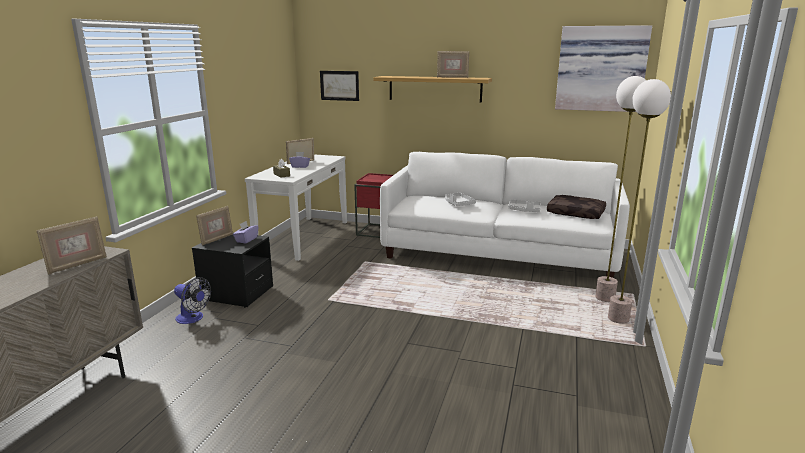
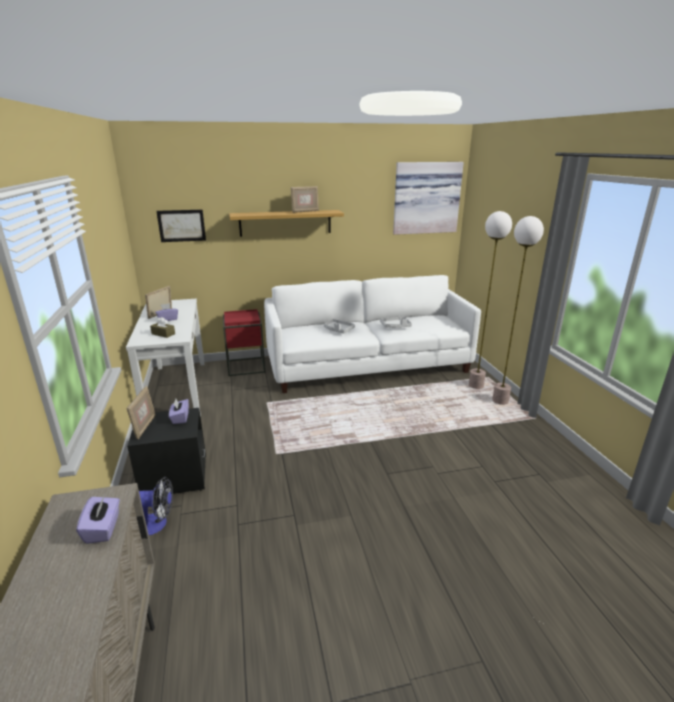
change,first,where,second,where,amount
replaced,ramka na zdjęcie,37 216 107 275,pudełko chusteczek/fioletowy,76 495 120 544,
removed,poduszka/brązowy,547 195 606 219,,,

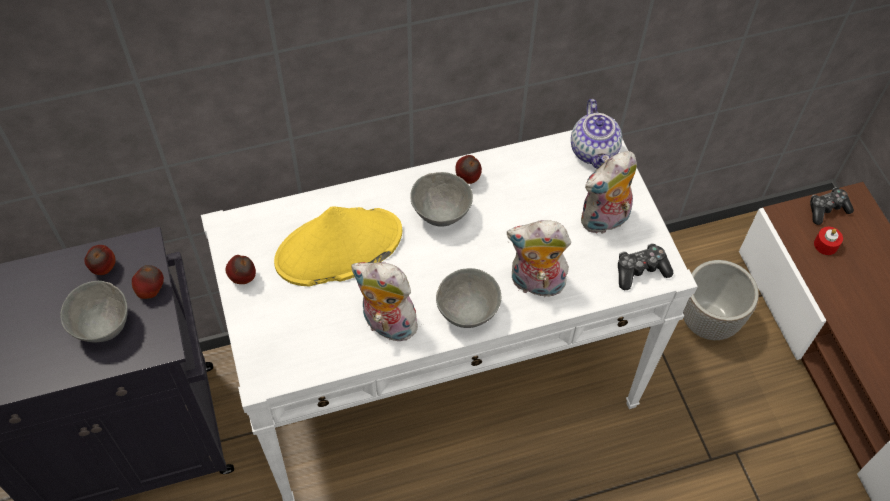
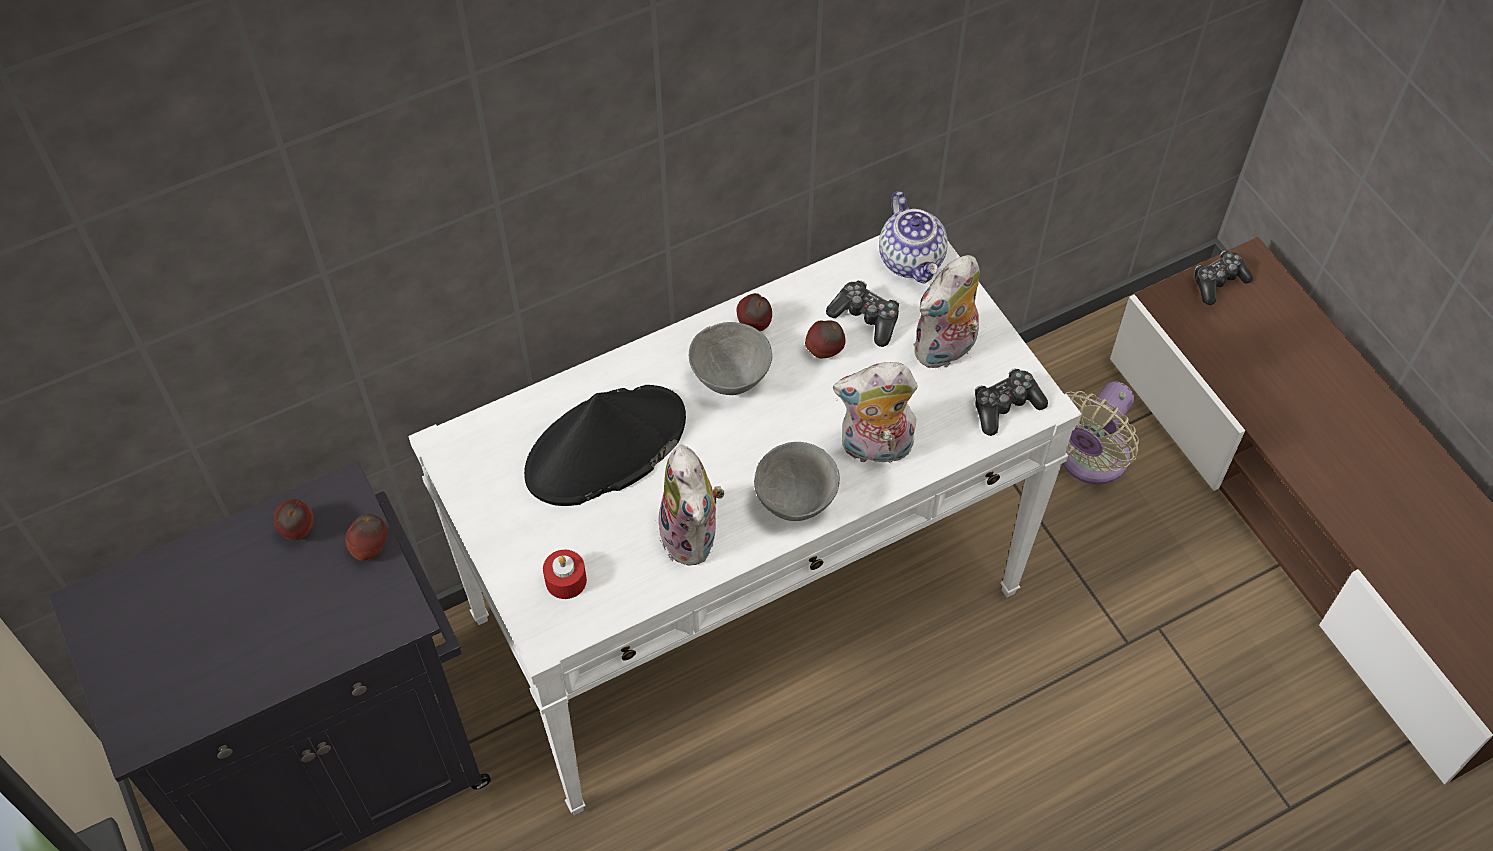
change,first,where,second,where,amount
recoloured,kapelusz/żółty,274 206 402 287,kapelusz/czarny,524 385 686 506,
moved,świeca/czerwony,814 227 843 255,,543 550 587 599,
turned,pluszak,352 262 418 341,,658 444 725 566,120 degrees counterclockwise
moved,jabłko,225 255 256 284,,805 320 845 358,
added,,,pad do gier,826 280 899 347,
replaced,donica,683 260 759 340,wentylator/beżowy,1062 381 1139 485,
removed,miska/szary,61 281 128 342,,,

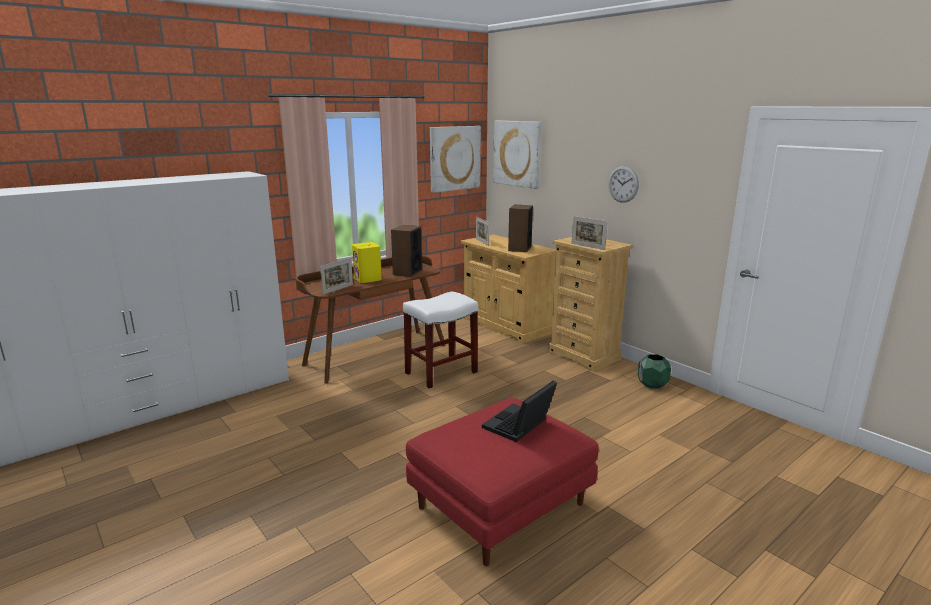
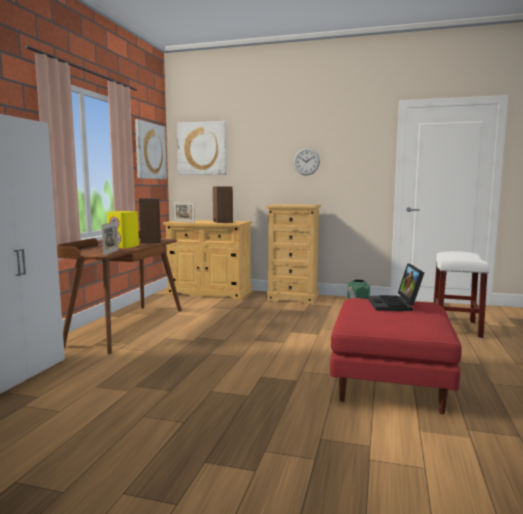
change,first,where,second,where,amount
moved,stołek/biały,403 292 478 389,,434 251 489 339,
removed,ramka na zdjęcie,572 216 608 250,,,

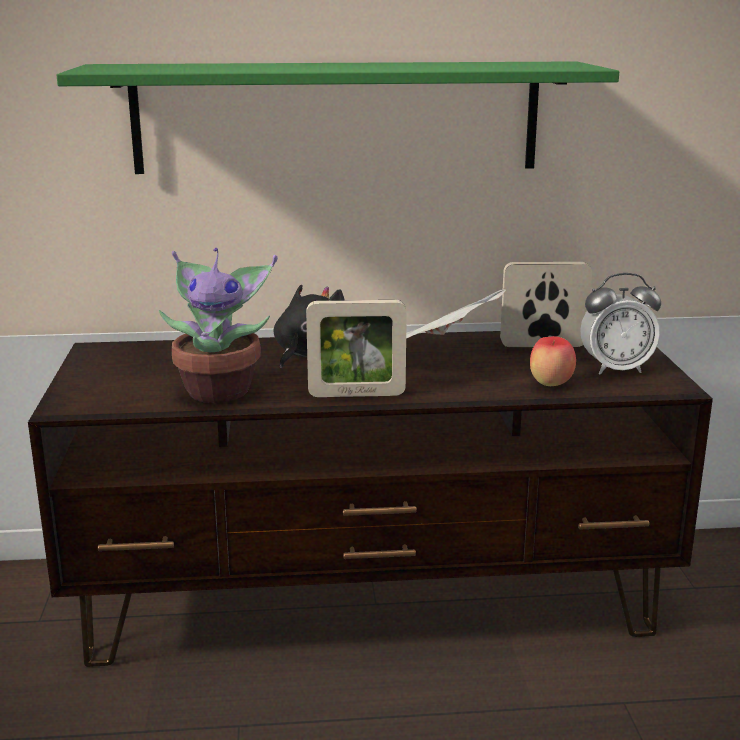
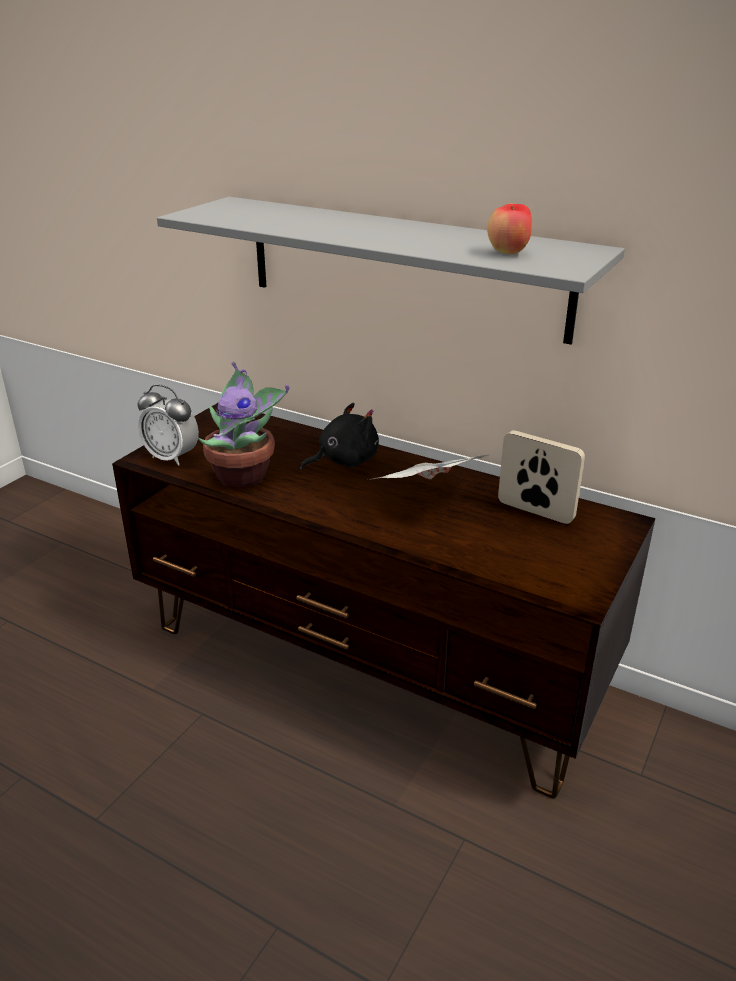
change,first,where,second,where,amount
moved,budzik,580 273 661 374,,137 384 199 466,
recoloured,półka/zielony,57 61 619 174,półka/szary,157 197 625 345,
moved,jabłko,530 336 576 386,,487 204 532 254,
removed,ramka na zdjęcie,306 300 407 397,,,

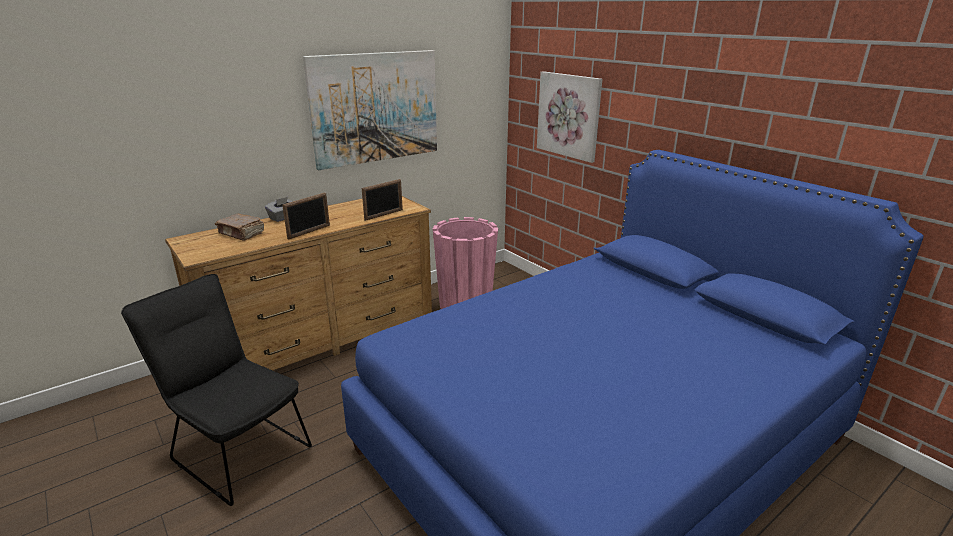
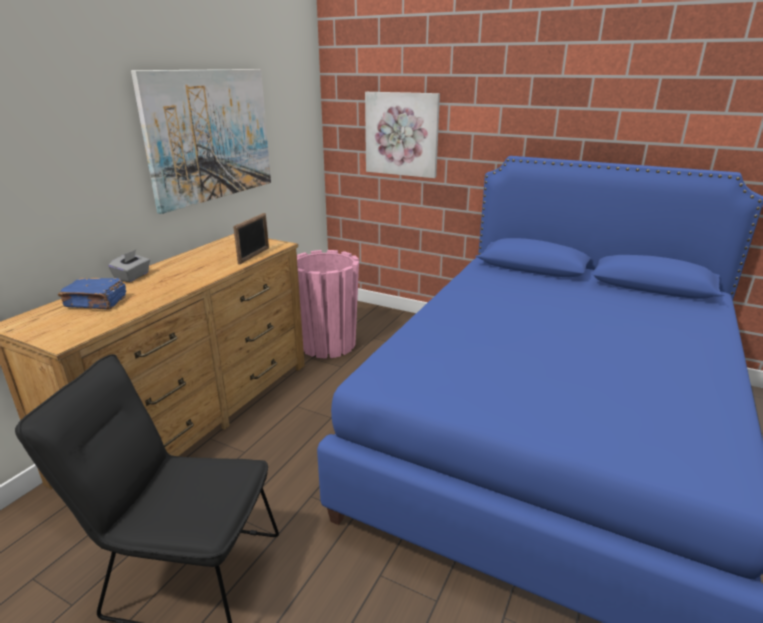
change,first,where,second,where,amount
recoloured,książka/brązowy,215 214 264 241,książka/niebieski,58 278 126 309,
removed,ramka na zdjęcie,282 193 330 240,,,

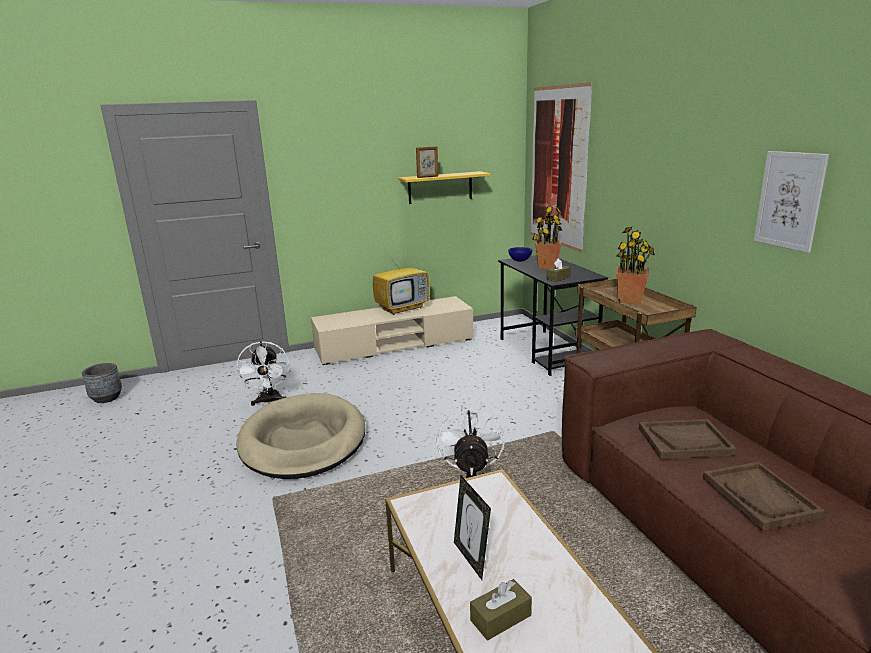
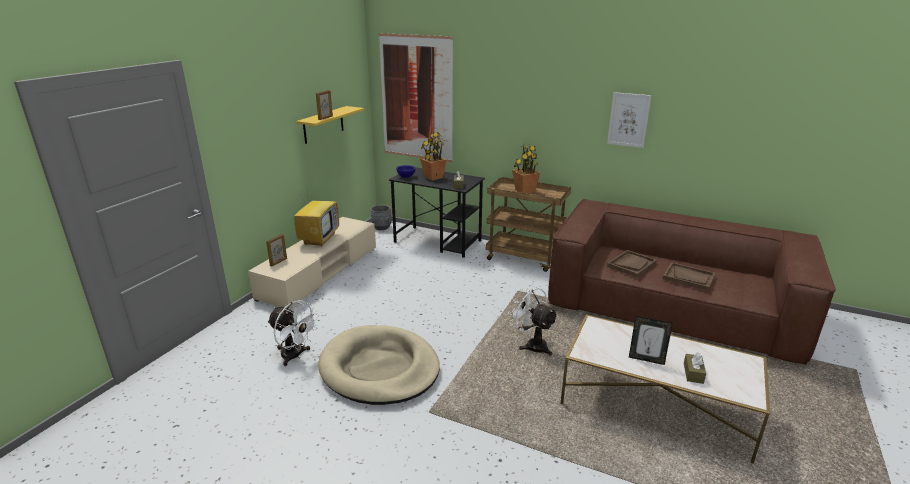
change,first,where,second,where,amount
added,,,ramka na zdjęcie,266 234 287 266,
moved,donica/szary,82 363 122 403,,371 205 392 230,

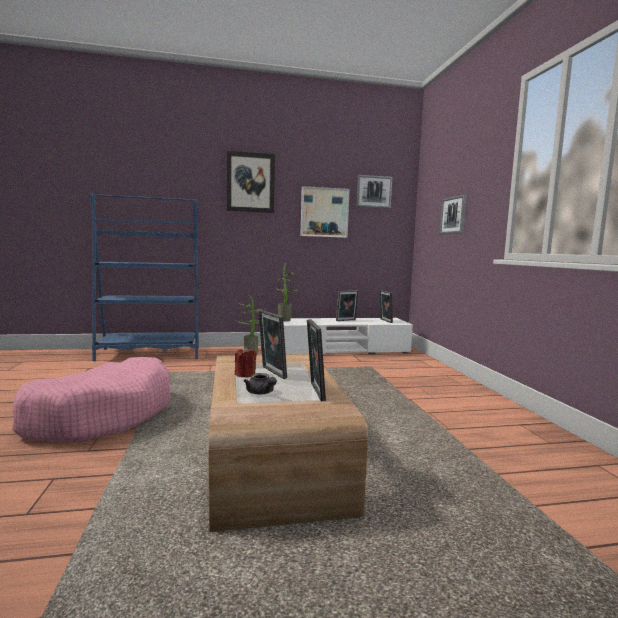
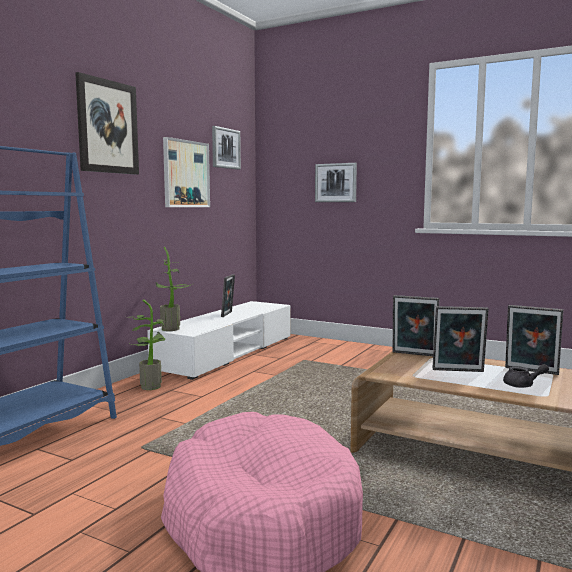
change,first,where,second,where,amount
moved,ramka na zdjęcie,380 290 393 323,,393 295 439 356,
removed,świeca/czerwony,235 347 256 378,,,

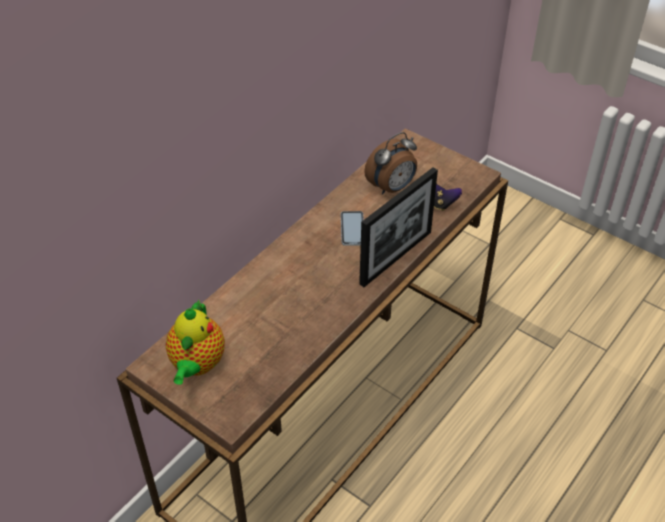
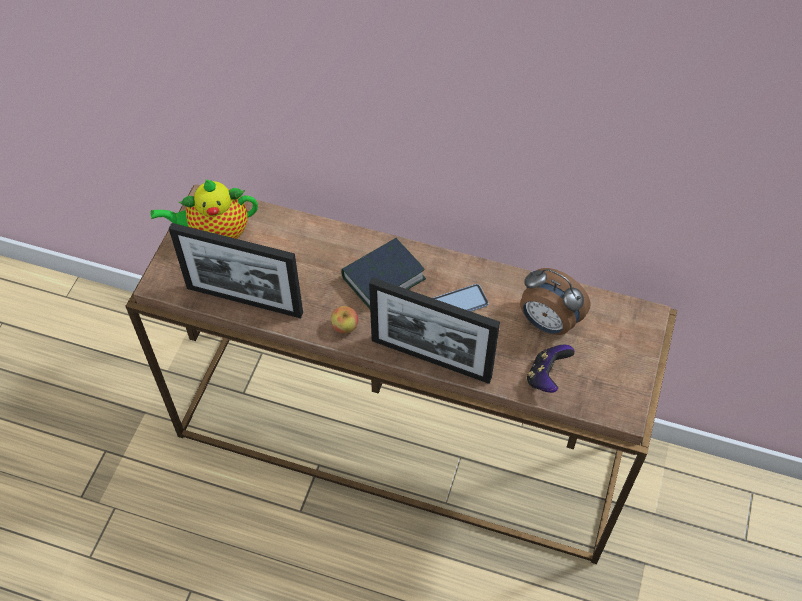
change,first,where,second,where,amount
added,,,ramka na zdjęcie,169 223 303 318,
added,,,jabłko,331 306 358 334,
added,,,książka,341 238 426 309,

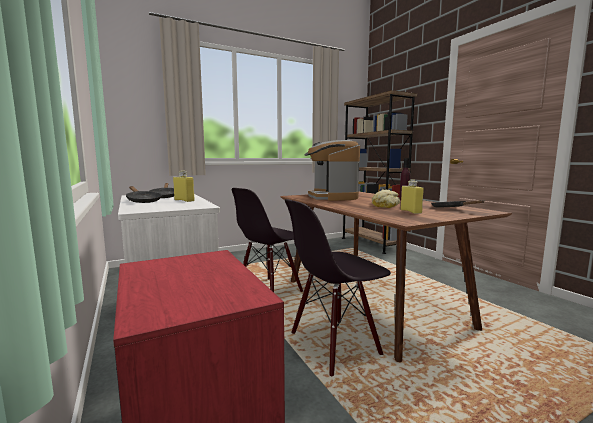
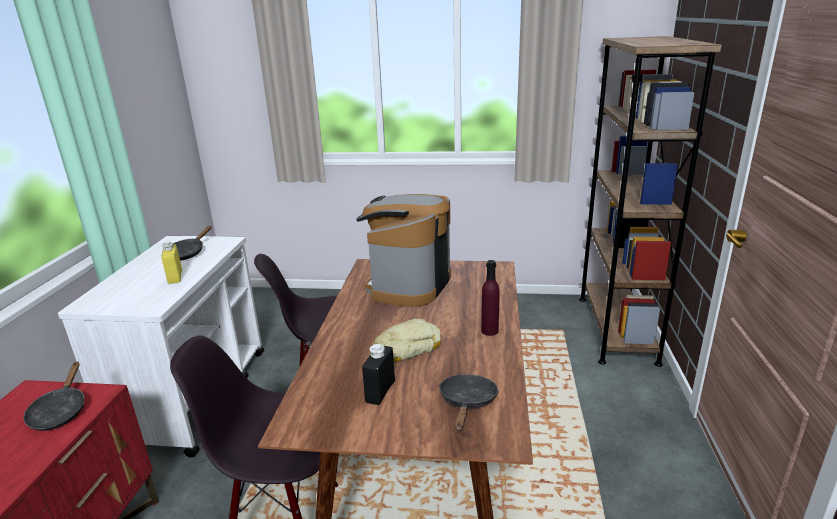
change,first,where,second,where,amount
moved,patelnia/czarny,126 186 161 203,,23 361 84 431,
recoloured,butelka/żółty,401 180 424 214,butelka/czarny,362 344 395 405,

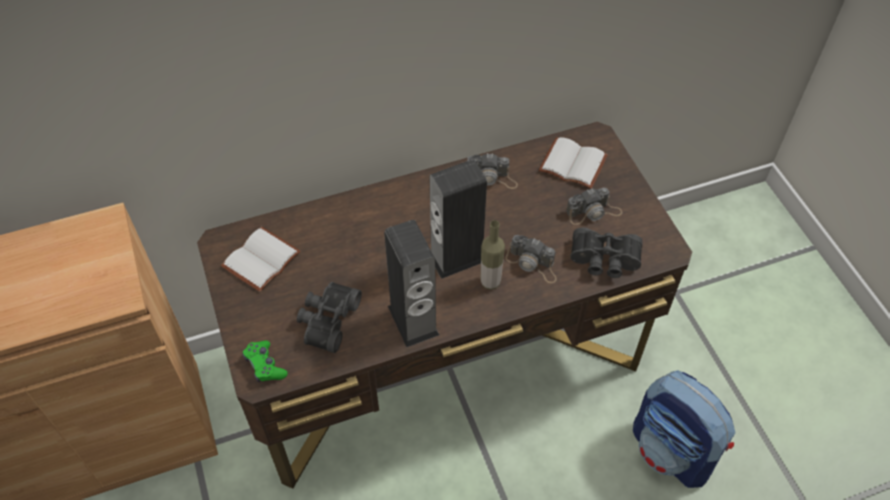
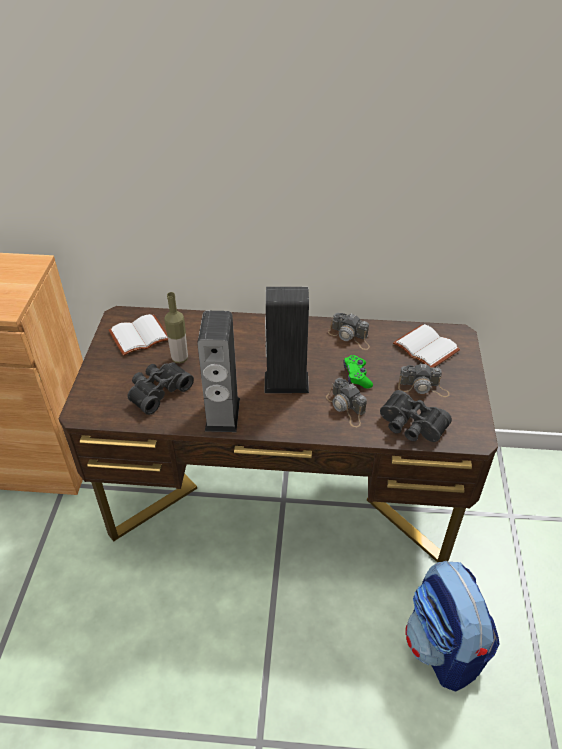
change,first,where,second,where,amount
moved,butelka,481 220 505 290,,164 292 188 363,
moved,pad do gier/zielony,242 341 288 382,,344 355 373 389,

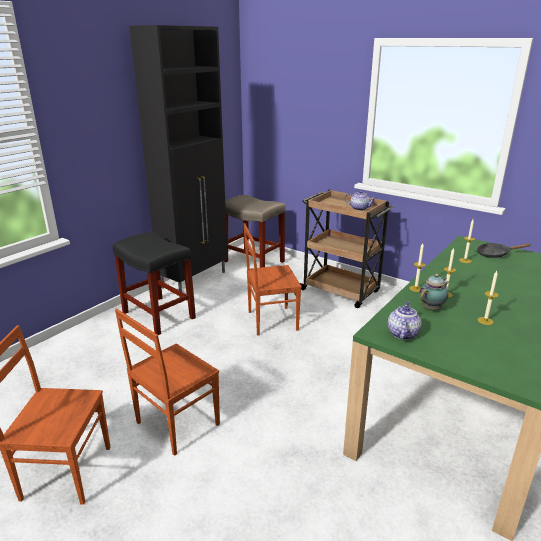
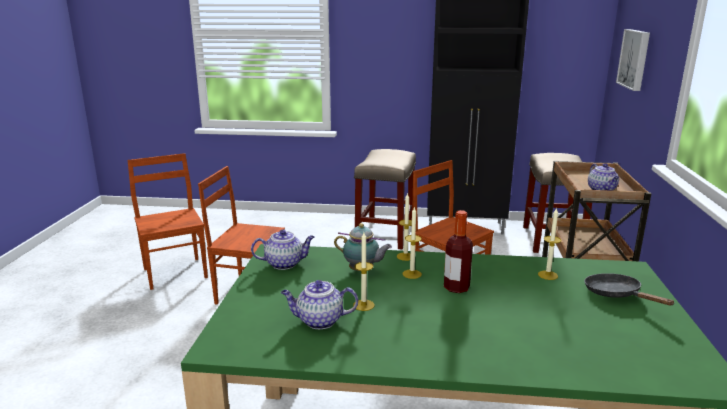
change,first,where,second,where,amount
added,,,imbryk,281 280 358 329,
recoloured,stołek/czarny,113 232 196 335,stołek/beżowy,354 149 416 249,
added,,,butelka,444 210 473 293,
added,,,obraz,616 29 650 91,

